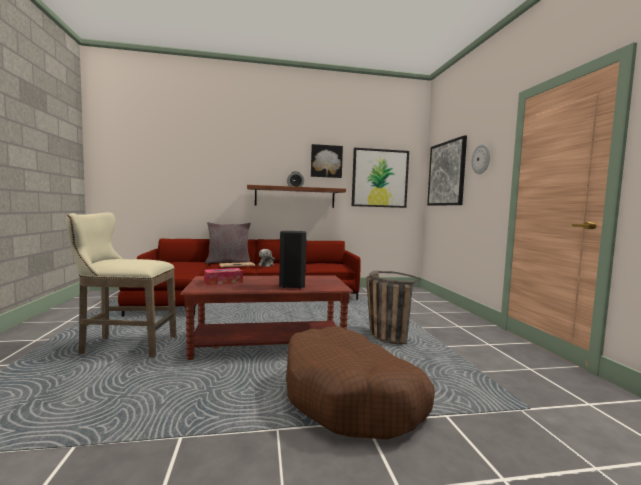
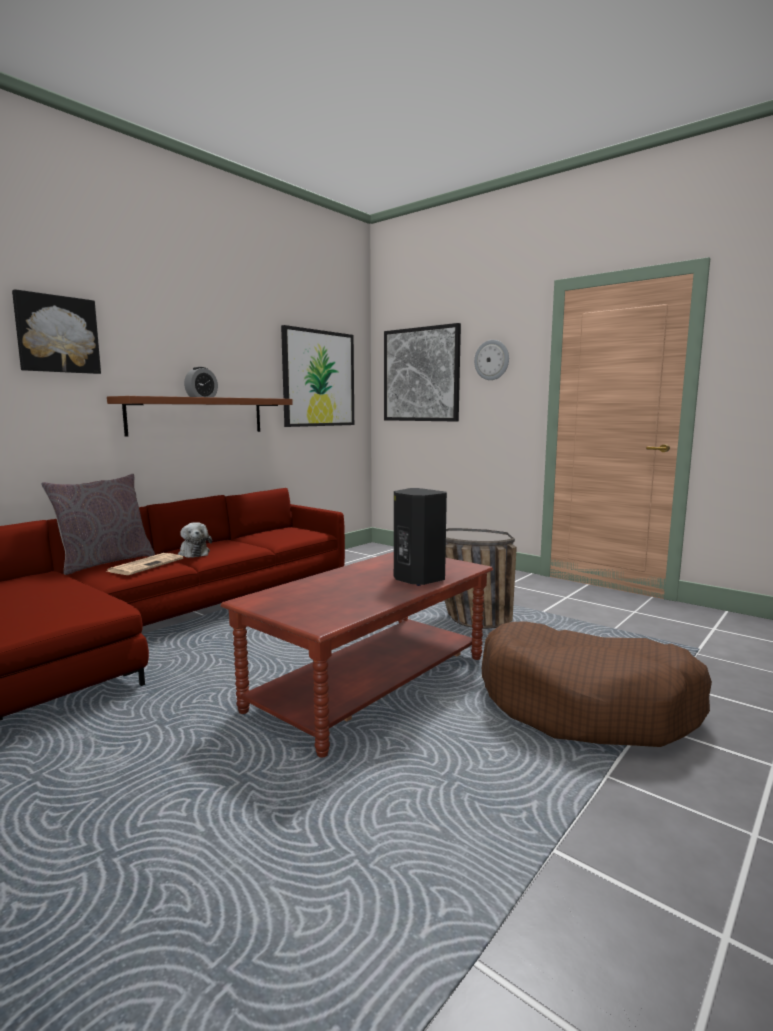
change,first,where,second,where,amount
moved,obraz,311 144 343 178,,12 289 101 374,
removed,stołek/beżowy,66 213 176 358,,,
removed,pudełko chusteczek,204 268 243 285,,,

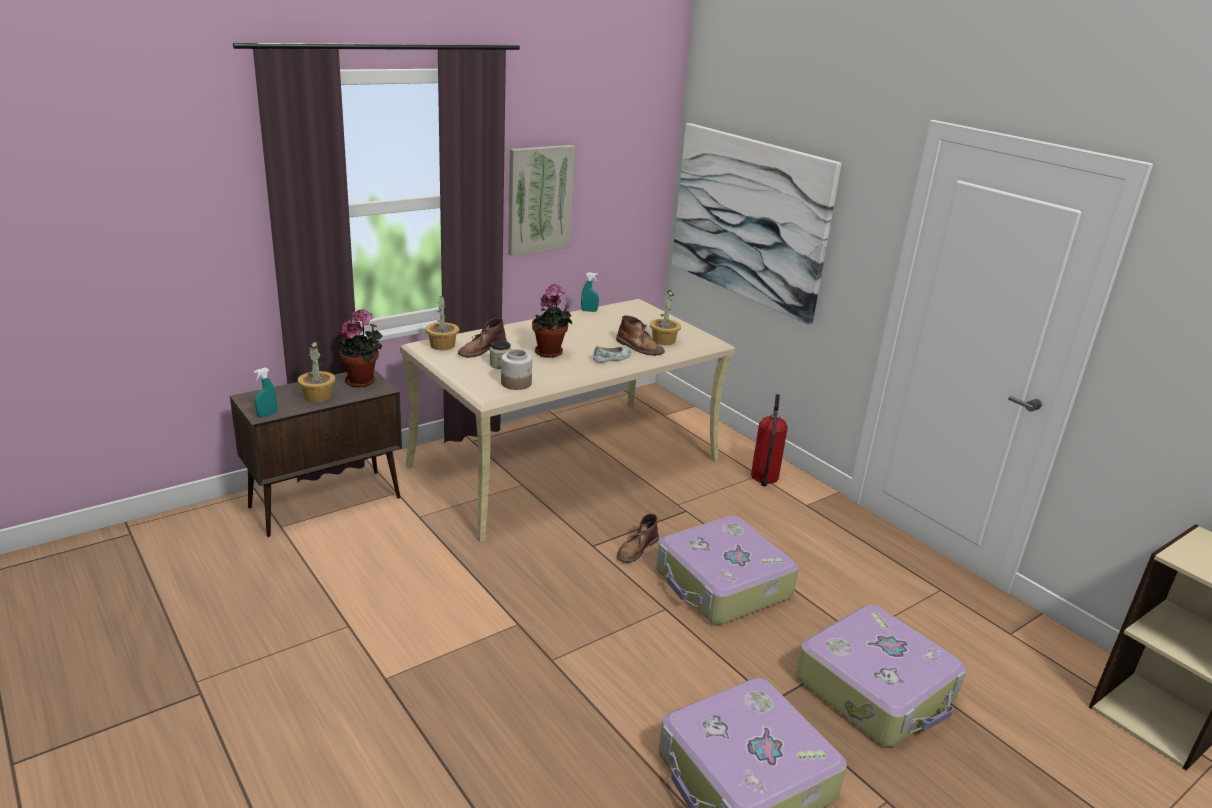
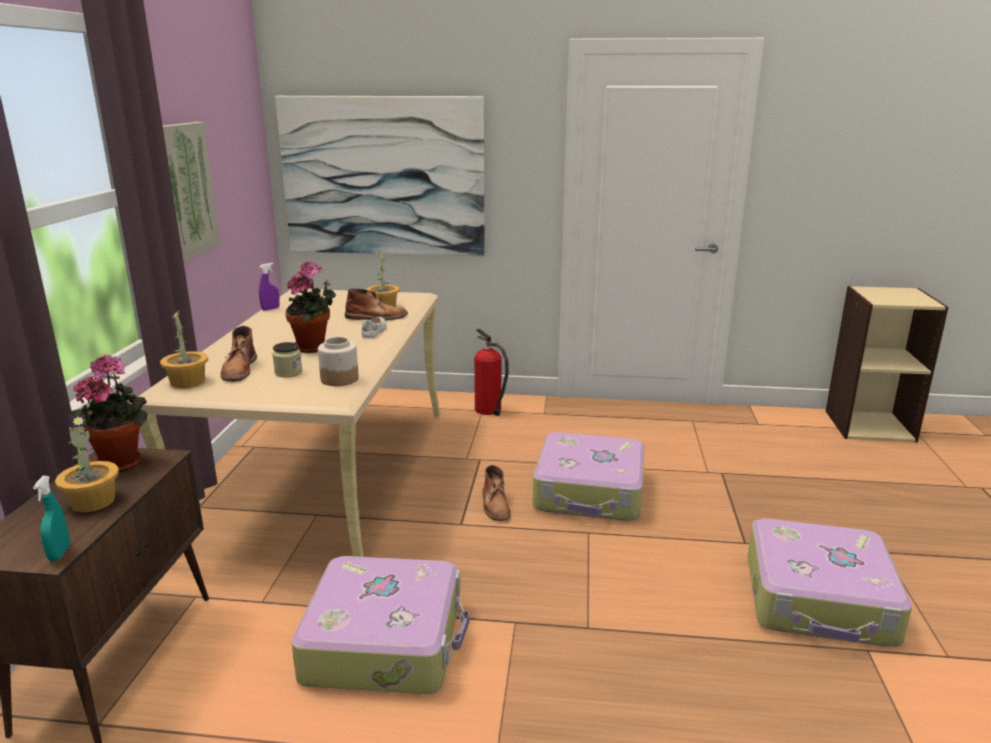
change,first,where,second,where,amount
recoloured,spryskiwacz/turkusowy,581 272 599 312,spryskiwacz/fioletowy,259 263 280 311,
moved,walizka,795 605 966 747,,291 556 469 694,

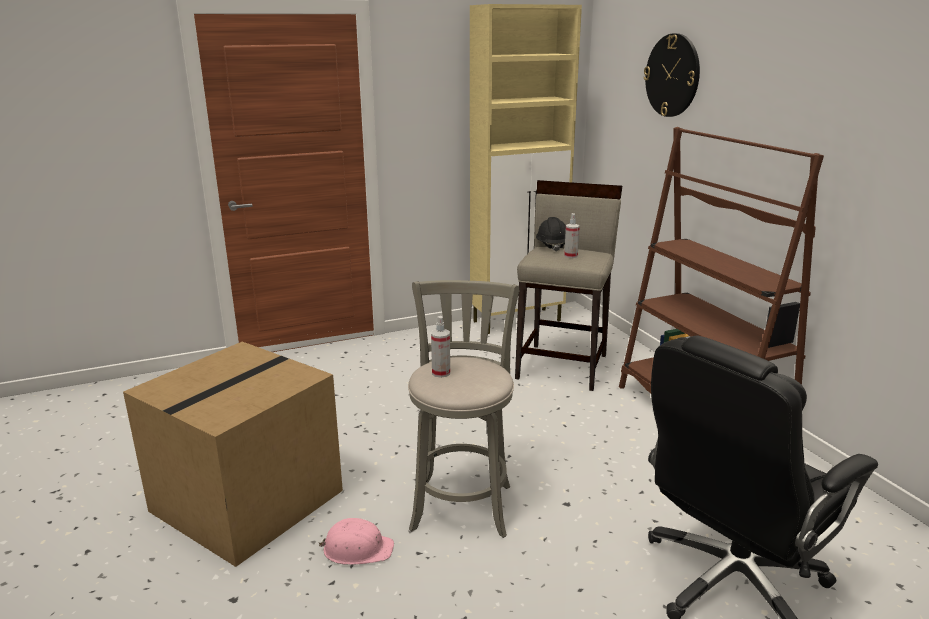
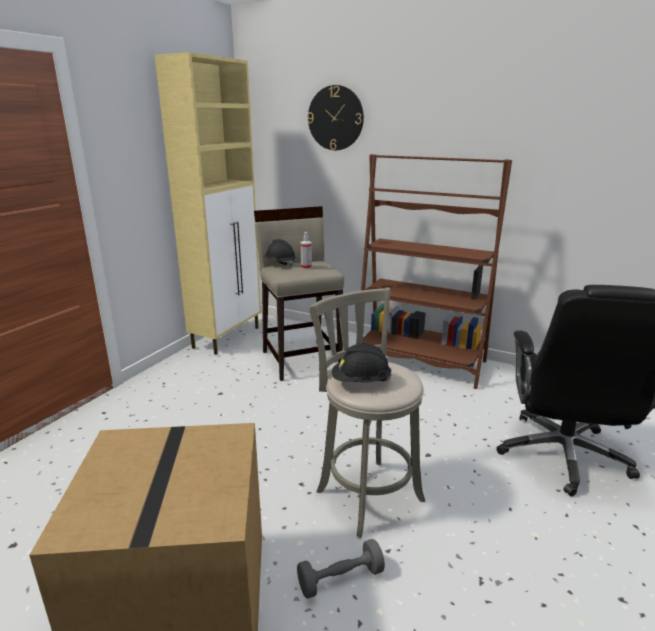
change,first,where,second,where,amount
replaced,kask/różowy,318 518 394 565,hantel/szary,297 539 385 599,
replaced,spryskiwacz,431 316 450 378,kask/czarny,332 344 392 382,

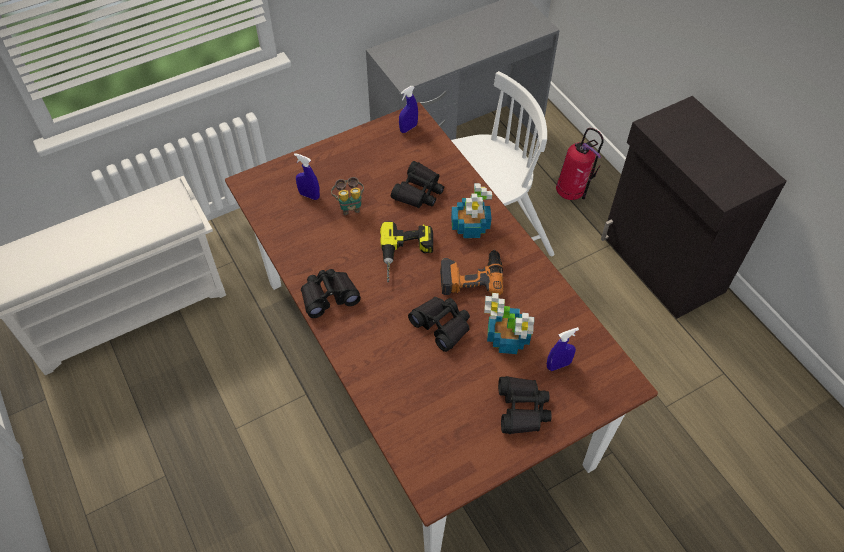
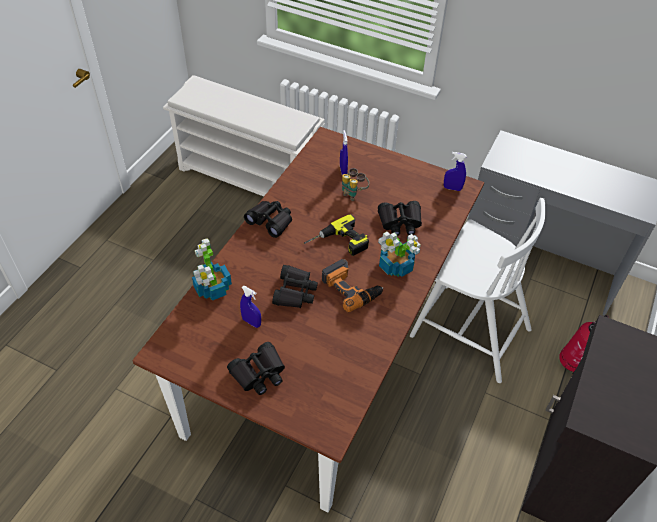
change,first,where,second,where,amount
moved,roślina doniczkowa,484 293 534 354,,192 238 232 300,
moved,spryskiwacz/niebieski,547 327 579 371,,240 286 261 328,

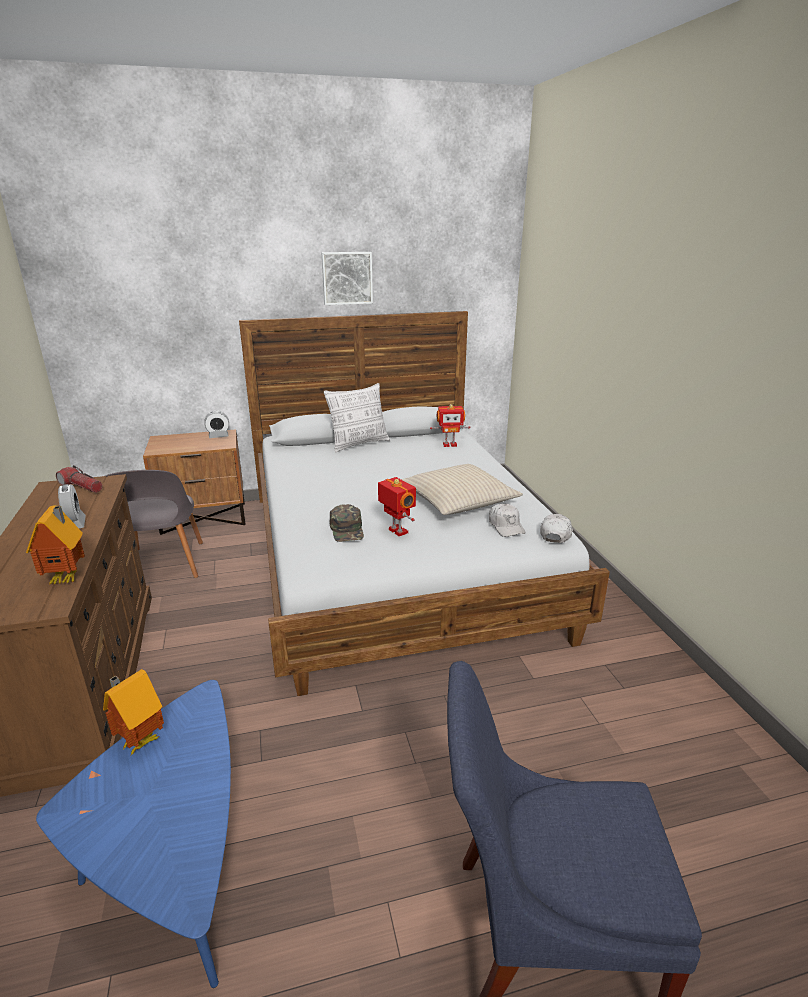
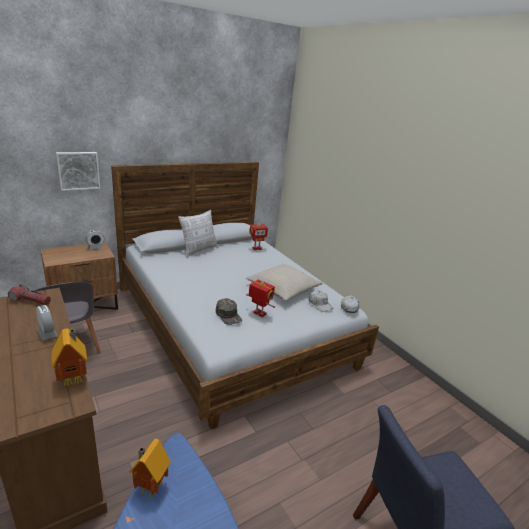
change,first,where,second,where,amount
moved,obraz,322 252 373 305,,56 152 100 191,

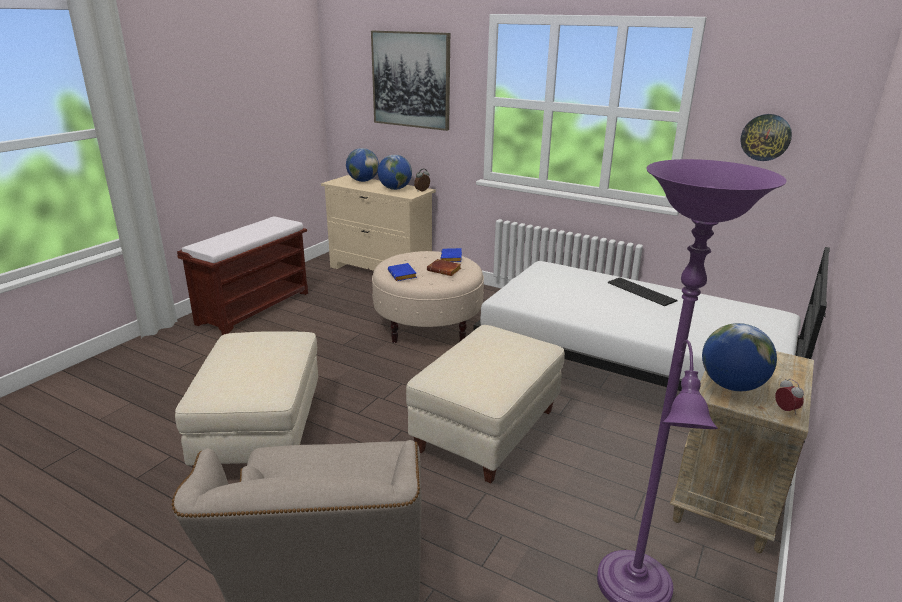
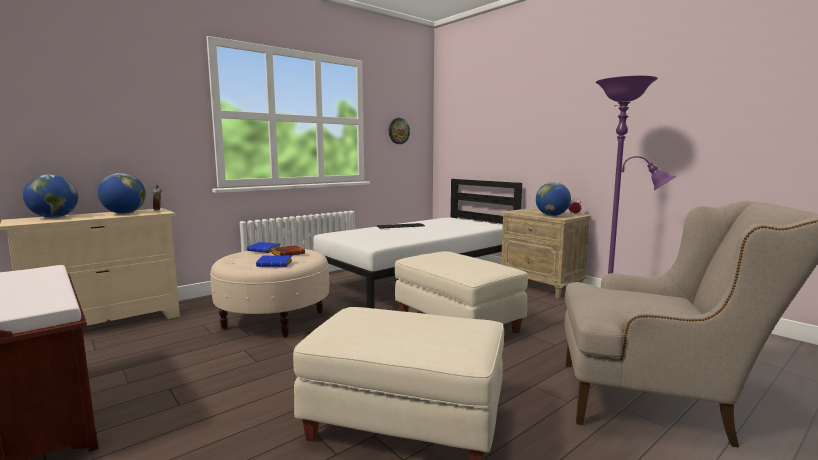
change,first,where,second,where,amount
removed,obraz,371 31 450 131,,,

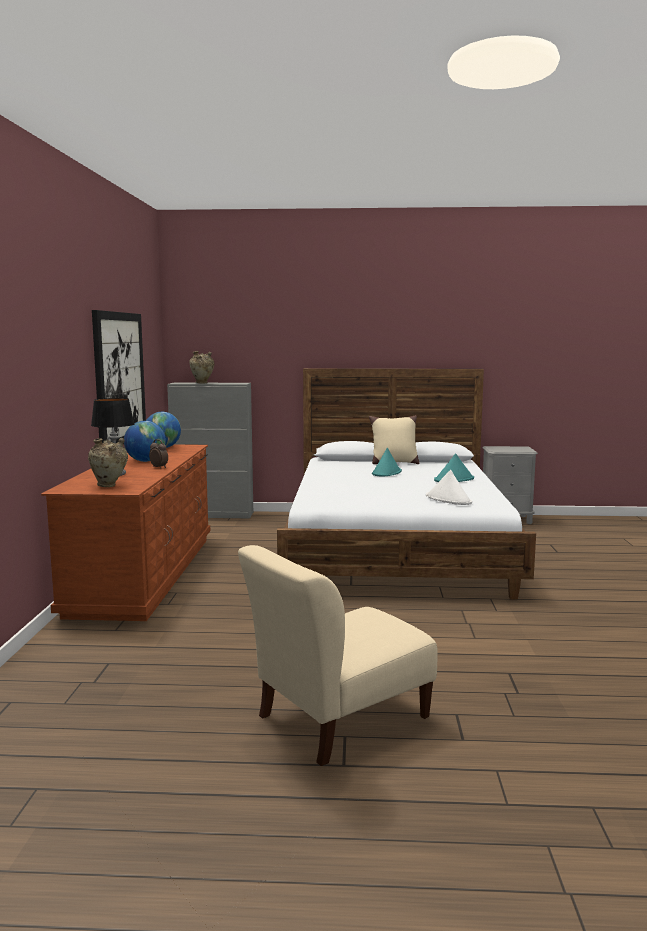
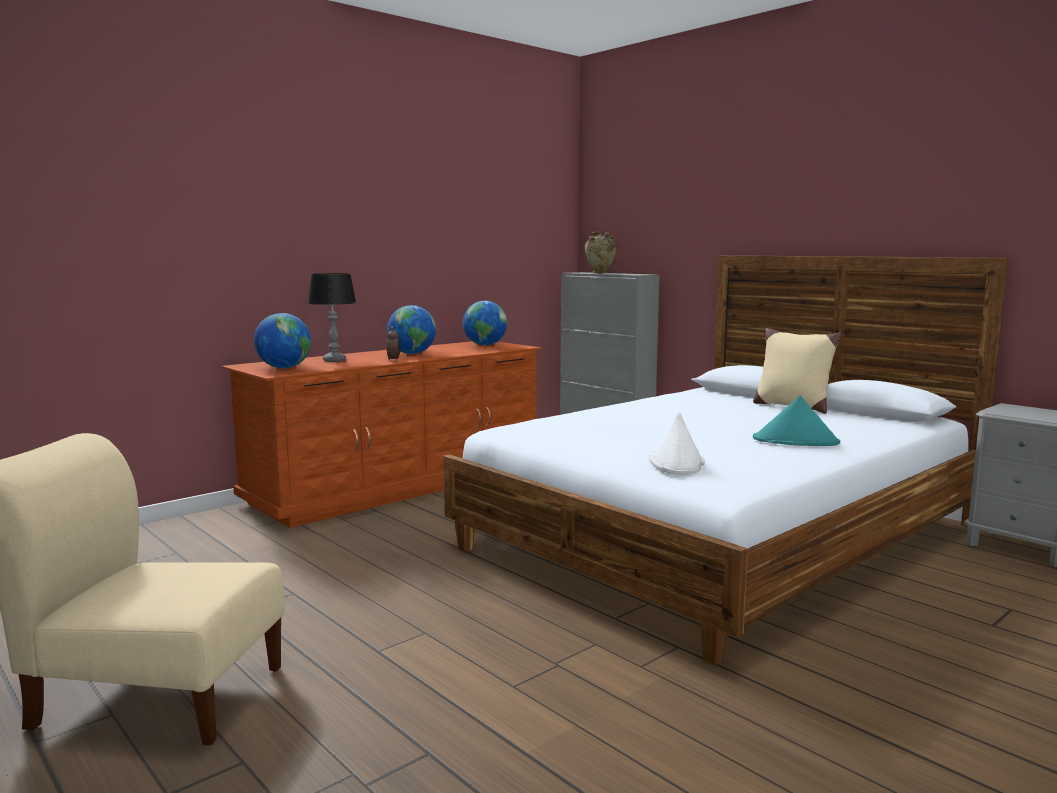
change,first,where,second,where,amount
replaced,wazon/beżowy,88 438 128 487,globus,254 313 311 368,
removed,obraz,92 310 146 444,,,
removed,kapelusz/turkusowy,372 448 402 476,,,

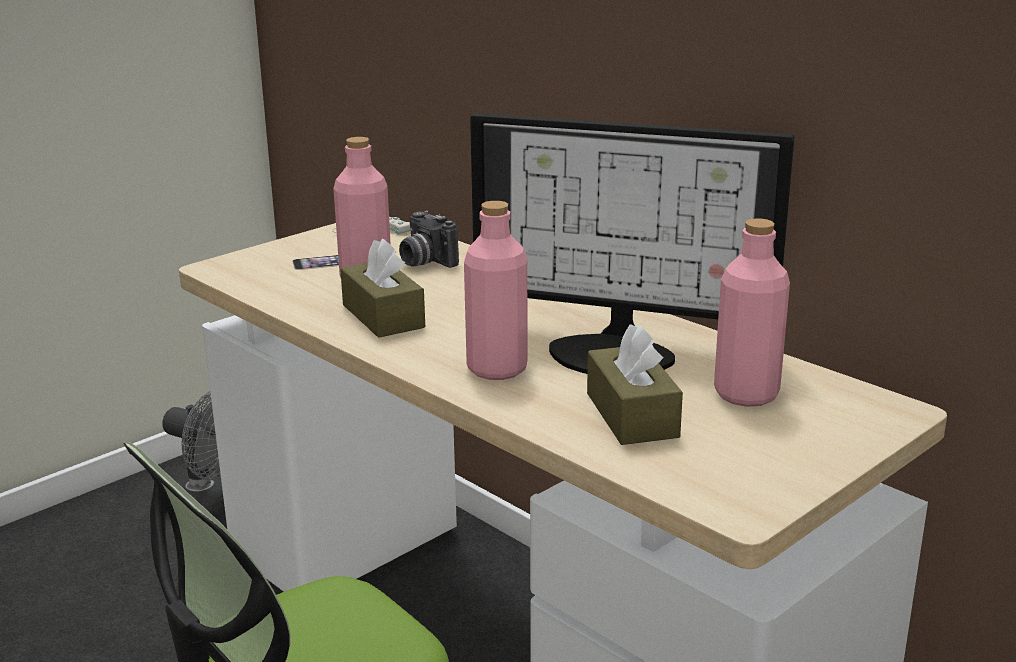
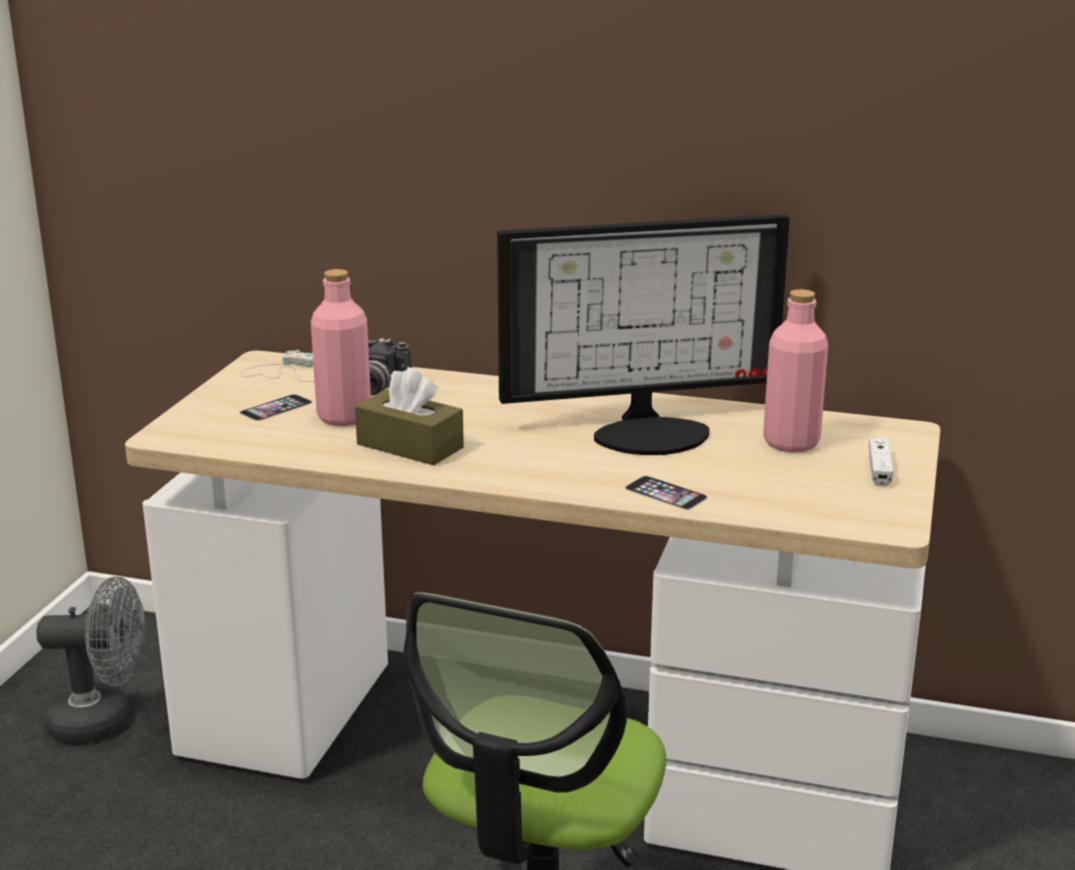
change,first,where,second,where,amount
added,,,telefon,625 476 707 510,
added,,,pad do gier/biały,868 437 893 486,
removed,butelka/różowy,464 201 528 380,,,
removed,pudełko chusteczek/brązowy,587 325 683 445,,,

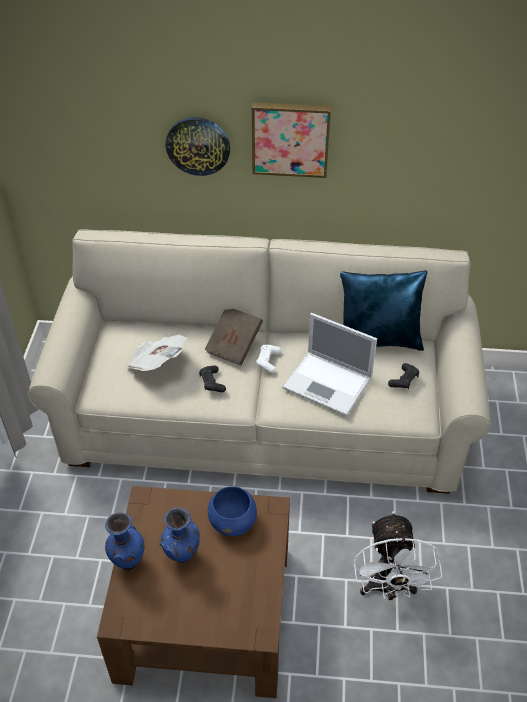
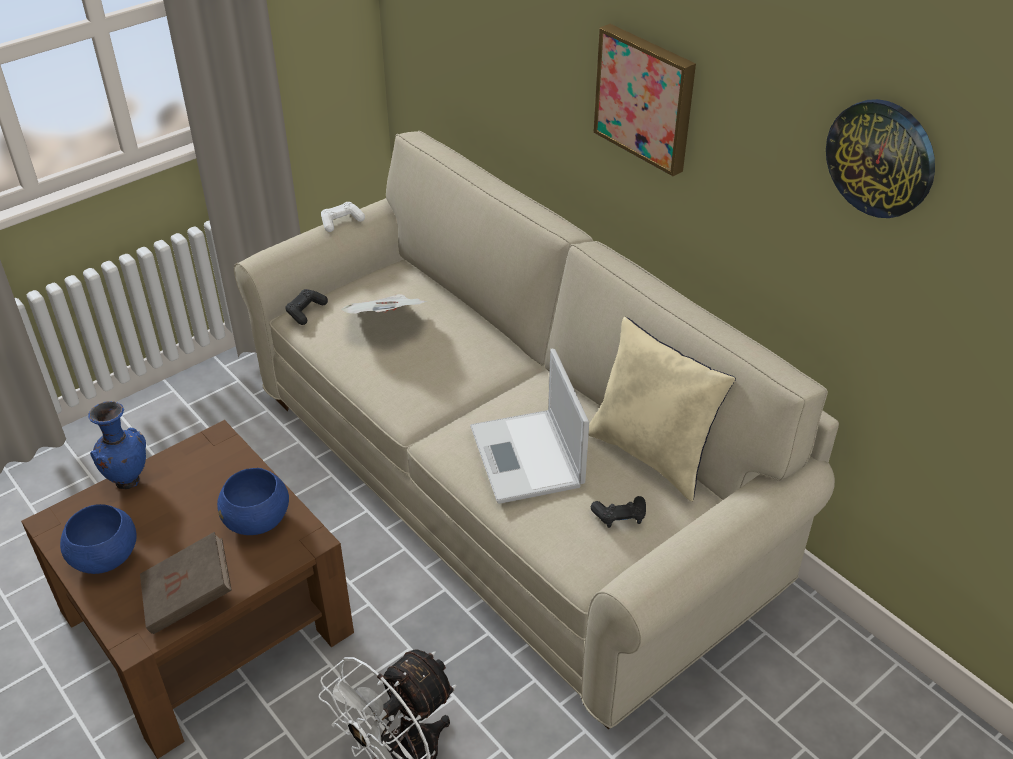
change,first,where,second,where,amount
added,,,miska/niebieski,60 504 137 574,
moved,książka/brązowy,205 309 263 365,,140 532 232 634,
moved,pad do gier/czarny,199 365 226 392,,285 289 328 325,
moved,pad do gier/biały,256 345 281 373,,321 202 365 232,
recoloured,poduszka/niebieski,340 270 428 351,poduszka/beżowy,588 317 736 502,
moved,zegar ścienny,166 117 230 176,,826 99 935 218,
removed,wazon/niebieski,159 508 200 563,,,

